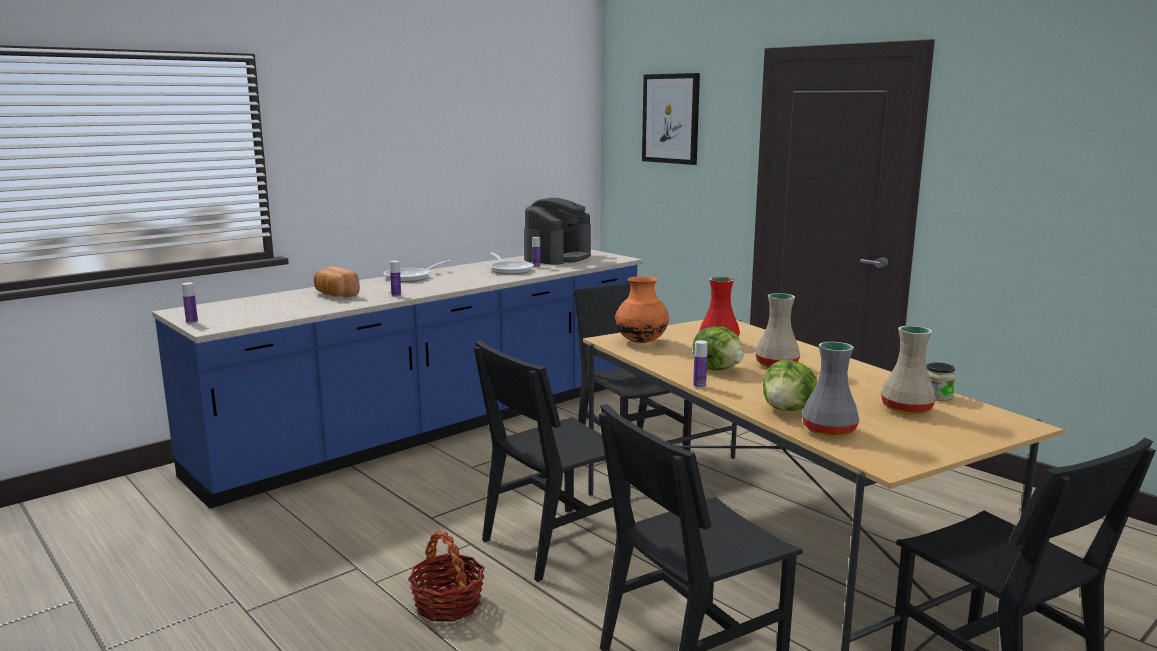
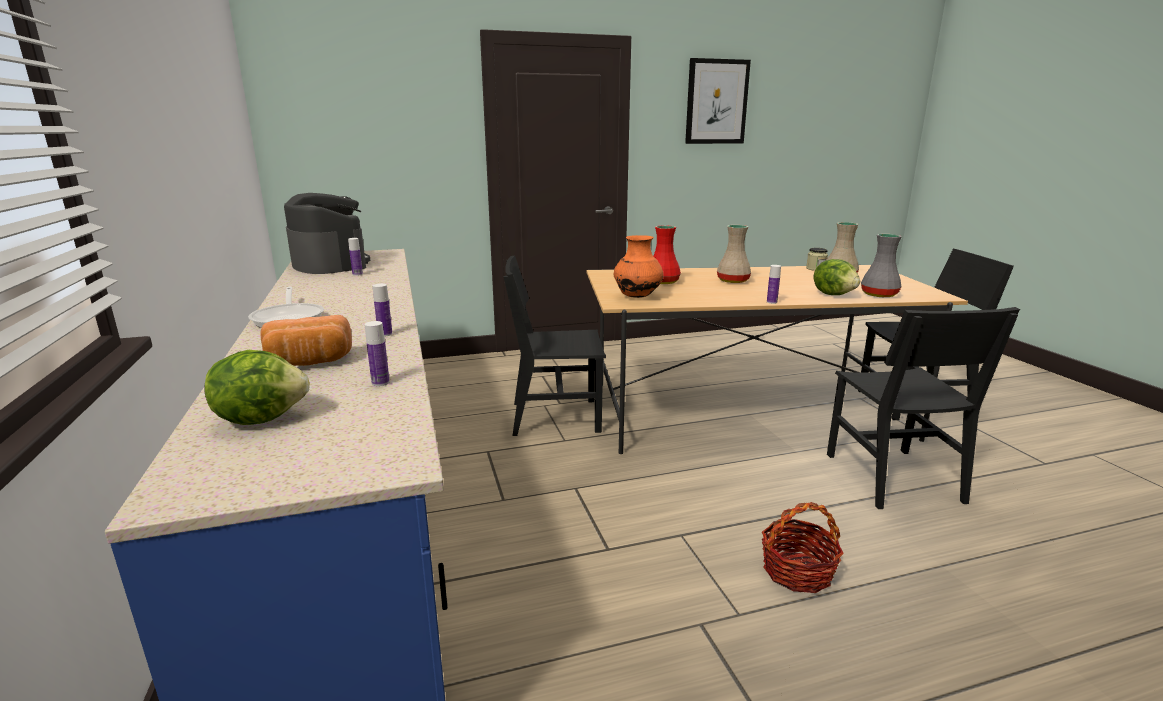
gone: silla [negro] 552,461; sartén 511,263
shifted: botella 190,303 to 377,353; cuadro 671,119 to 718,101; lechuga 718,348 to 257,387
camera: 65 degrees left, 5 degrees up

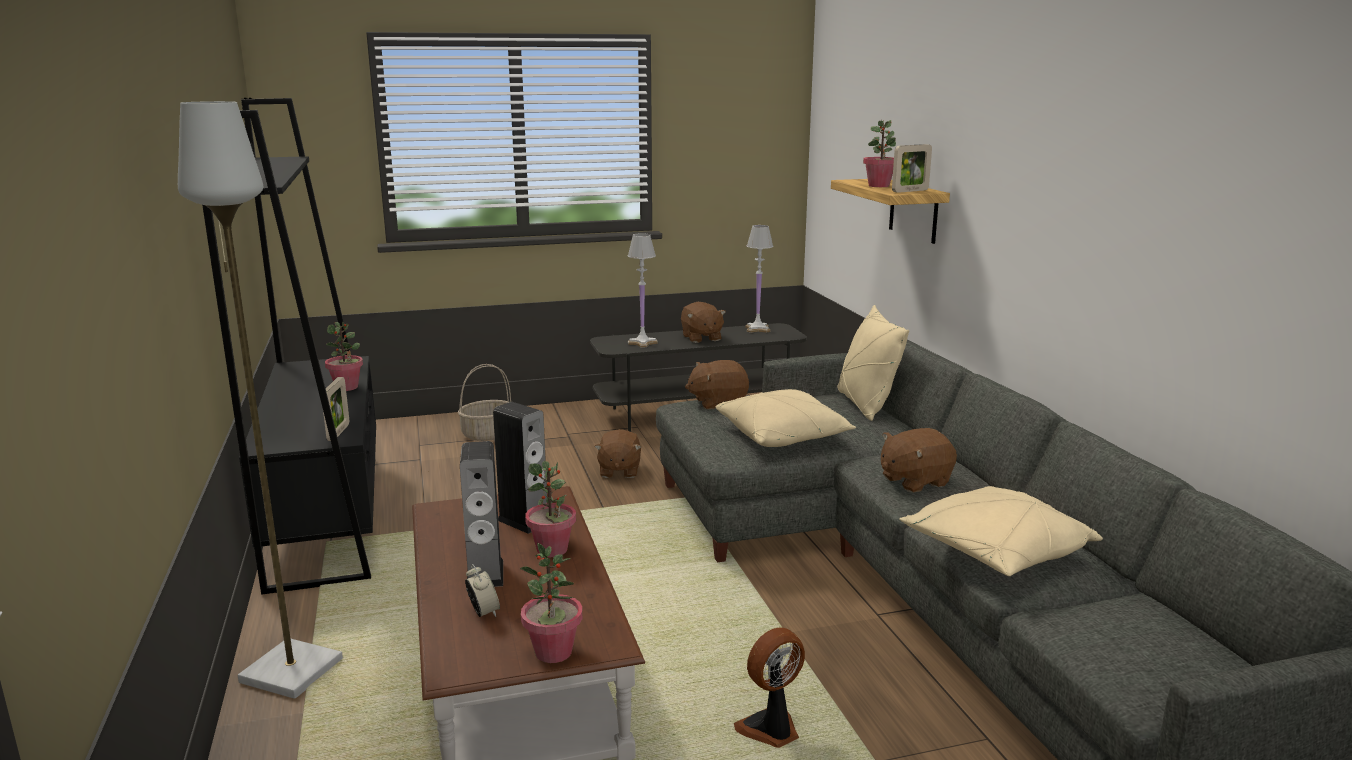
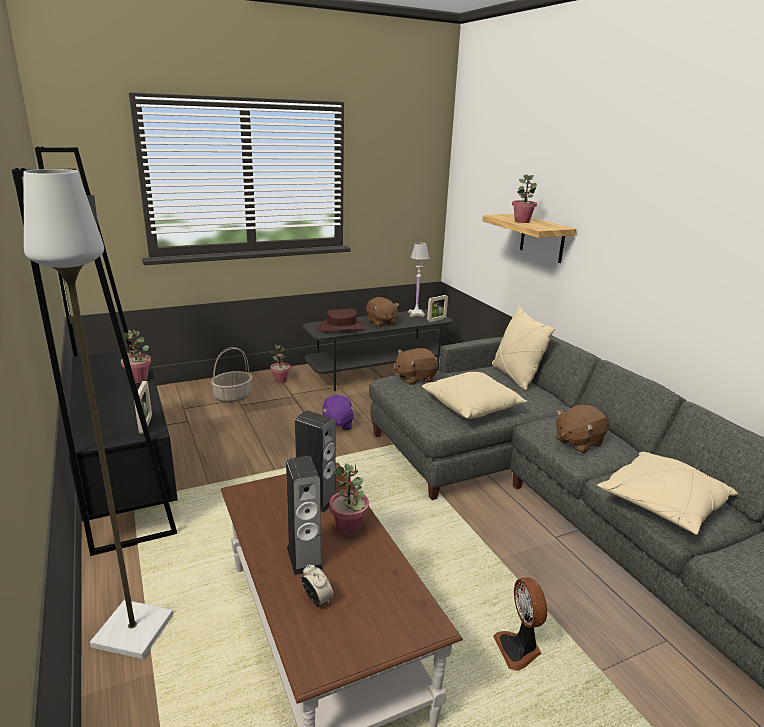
shifted: planta en maceta 551,603 to 280,364; portarretratos 912,168 to 437,308
swapped: lámpara de mesa [blanco] 643,290 to sombrero [marrón] 341,320
repainted: peluche [marrón] 617,453 to peluche [morado] 339,412
rotated: ventilador 769,688 = 520,624 60 degrees counterclockwise
camera: 10 degrees left, 5 degrees up

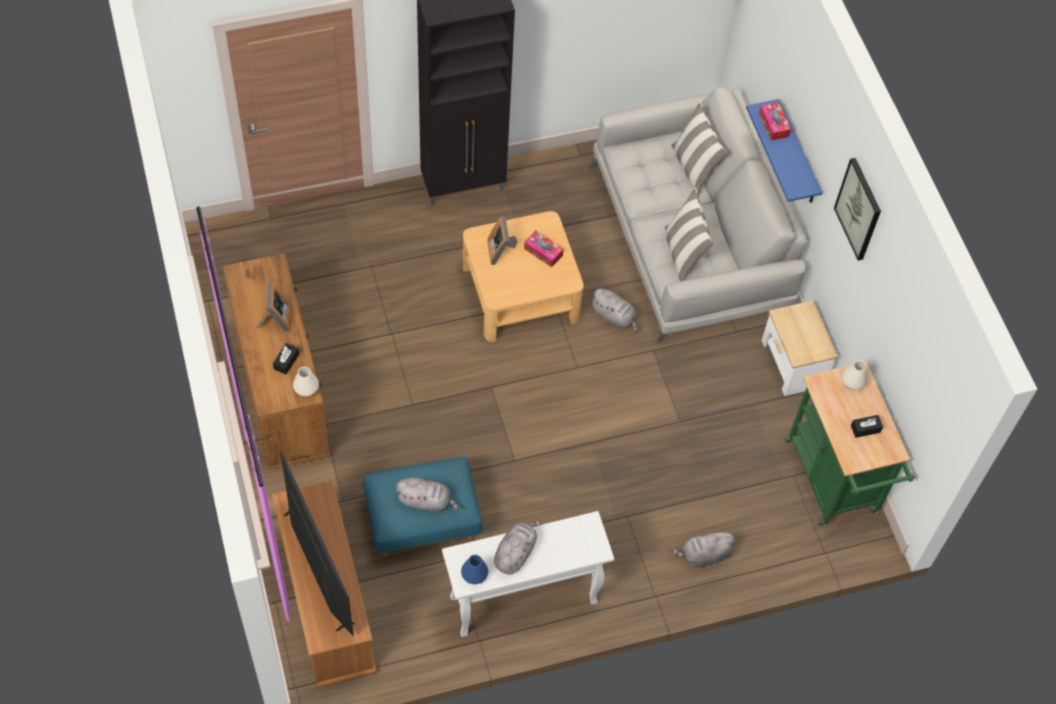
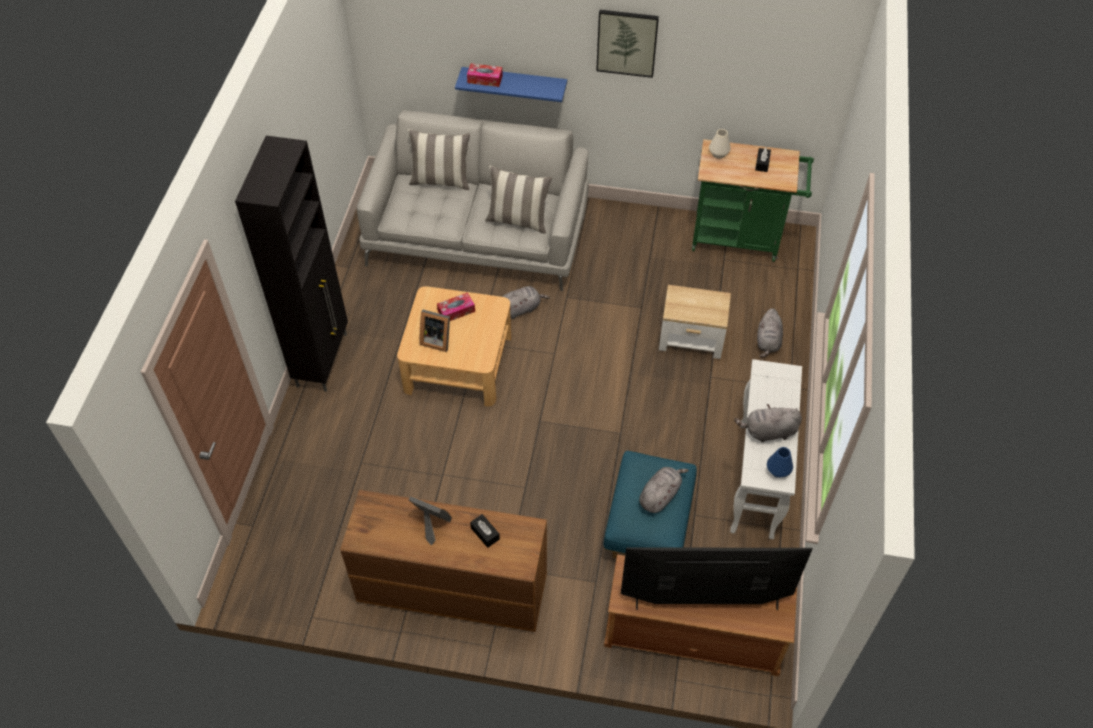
gone: florero [blanco] 306,381
shifted: mesa auxiliar 800,348 to 695,322
rotated: peluche [gris] 518,548 = 768,423 60 degrees counterclockwise
camera: 60 degrees left, 5 degrees down

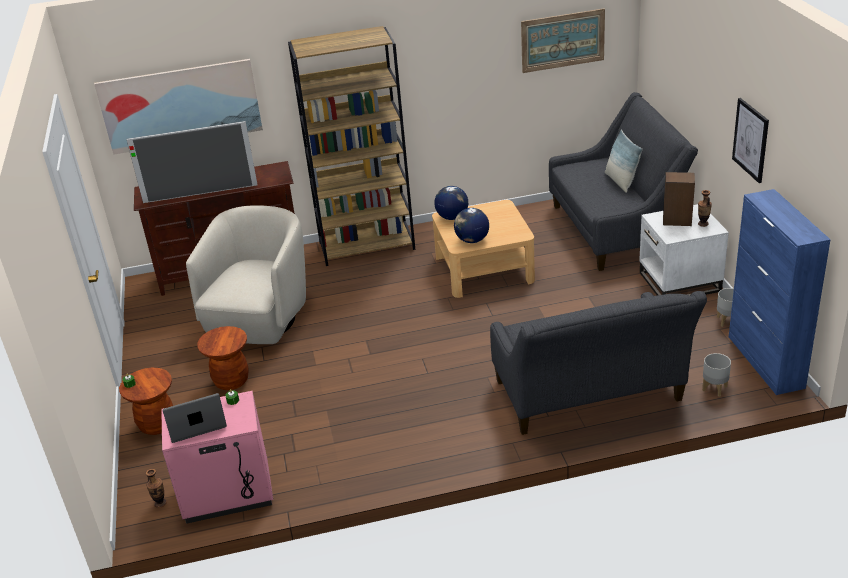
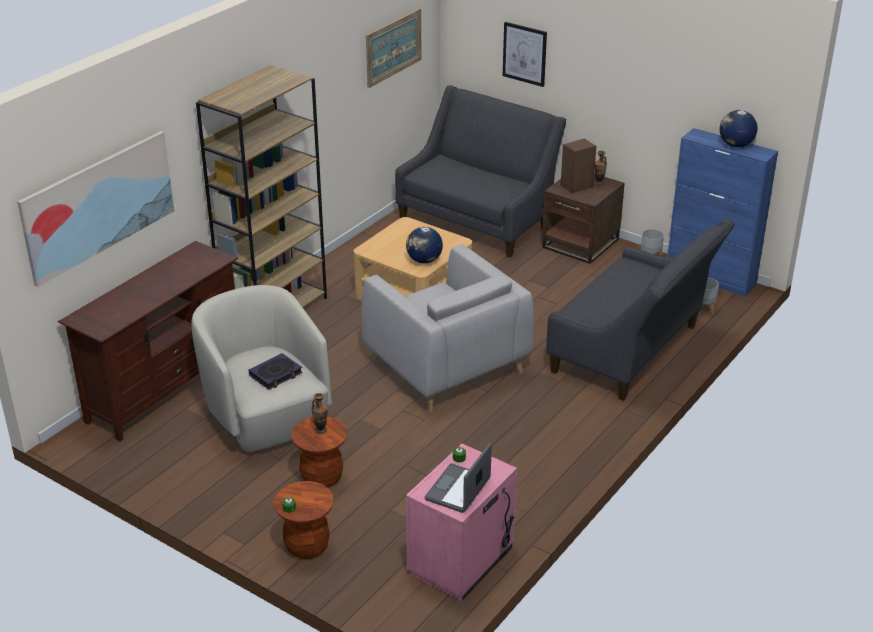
gone: televisor 192,162; cojín 624,161
new: libro 276,371; sillón [gris] 448,328
shifted: florero 156,488 to 319,413; globo terráqueo 451,203 to 738,128; cuadro 750,140 to 525,54
repainted: mesa auxiliar [blanco] 684,249 to mesa auxiliar [marrón] 583,219
camera: 45 degrees left, 0 degrees up

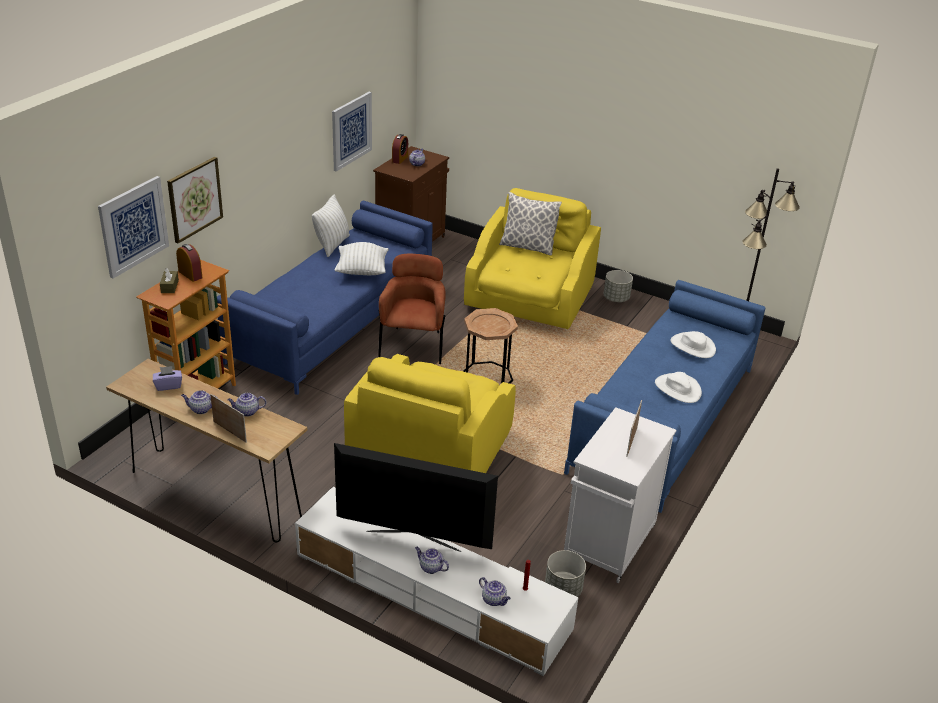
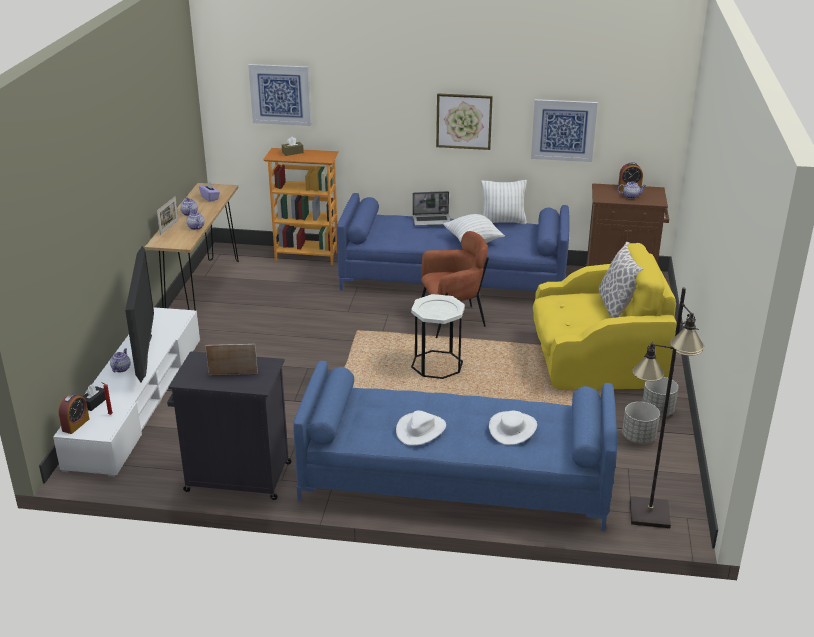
gone: sillón [amarillo] 430,413
new: portátil 432,208
shifted: cuadro 195,200 to 464,121; despertador 189,263 to 73,413; maceta [gris] 565,573 to 641,423
swapped: tetera 495,591 to caja de pañuelos [negro] 94,397
repainted: mesa auxiliar [marrón] 490,346 to mesa auxiliar [blanco] 438,336; armario [blanco] 620,495 to armario [negro] 229,425
camera: 70 degrees right, 5 degrees down

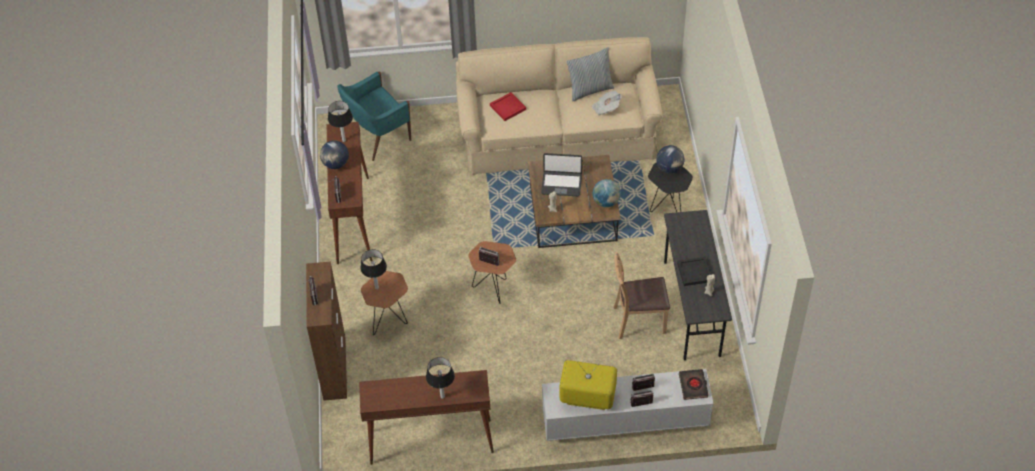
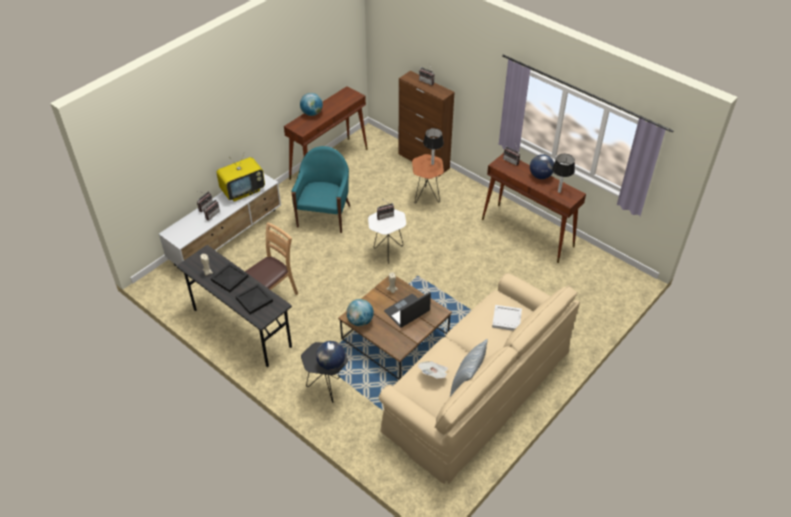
gone: libro [negro] 693,384
new: bandeja [negro] 254,299
shifted: sillón [turquesa] 374,116 to 320,189
swapped: lámpara de mesa 440,378 to globo terráqueo 311,104
repainted: mesa auxiliar [marrón] 492,272 to mesa auxiliar [blanco] 387,236; bandeja [rojo] 508,106 to bandeja [blanco] 507,318
camera: 135 degrees right, 5 degrees down

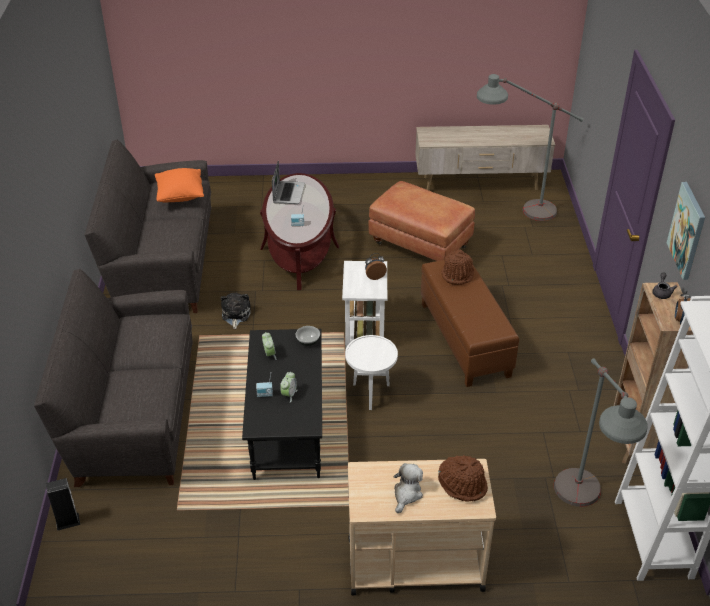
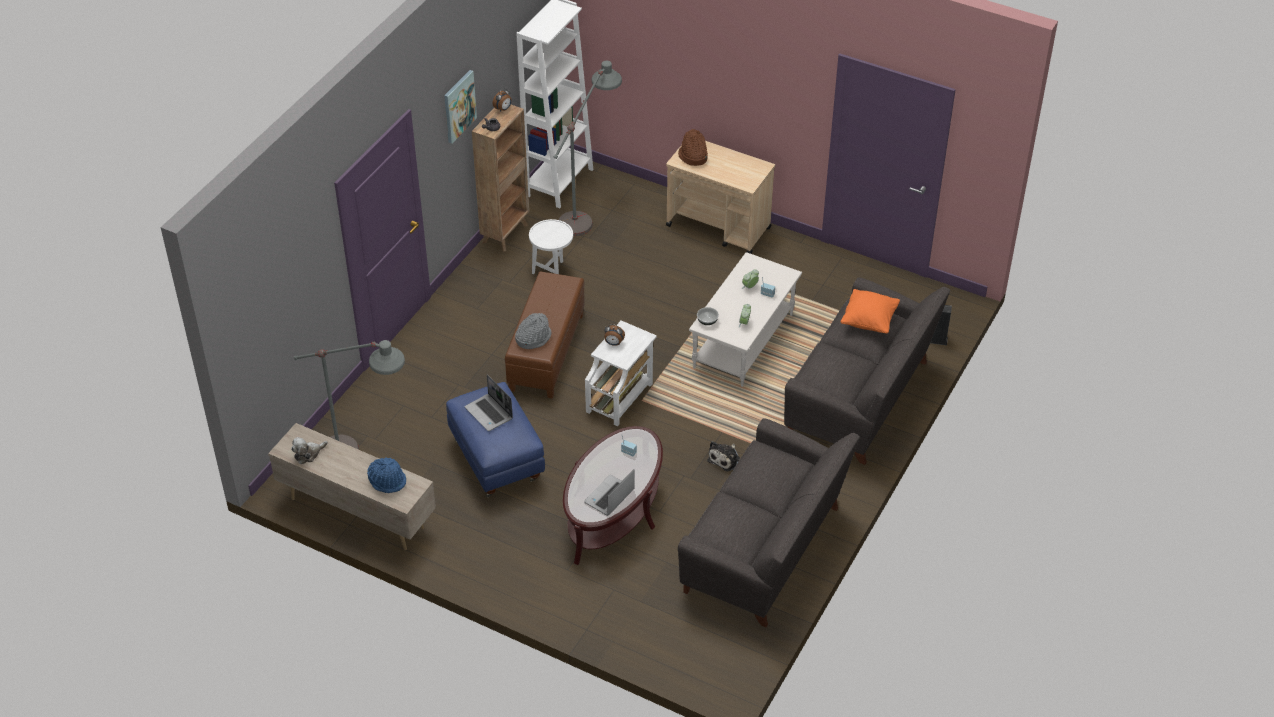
new: sombrero [azul] 386,475; portátil 489,403
shifted: cojín [naranja] 179,185 to 870,311; mesa auxiliar [blanco] 371,372 to 551,246; peluche 408,488 to 309,450
repainted: mesa de centro [negro] 282,404 to mesa de centro [blanco] 745,319; puf [marrón] 421,221 to puf [azul] 495,439; sombrero [marrón] 457,267 to sombrero [gris] 533,331
camera: 150 degrees left, 5 degrees up

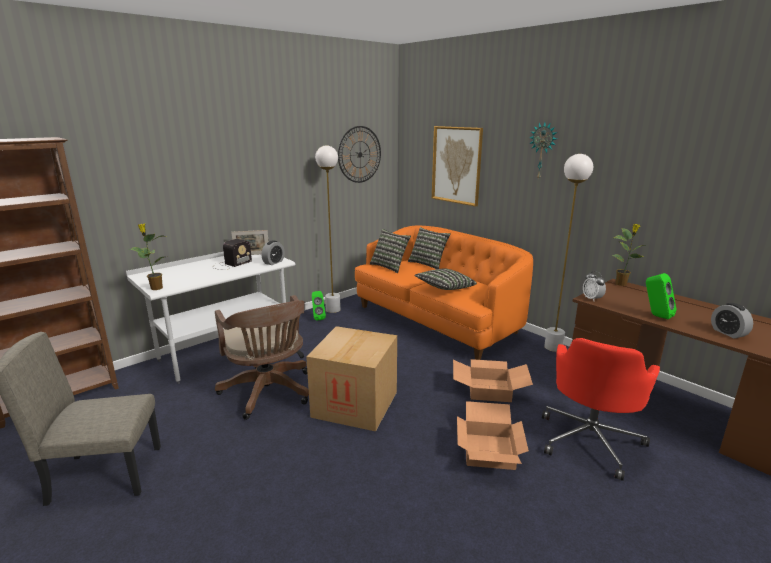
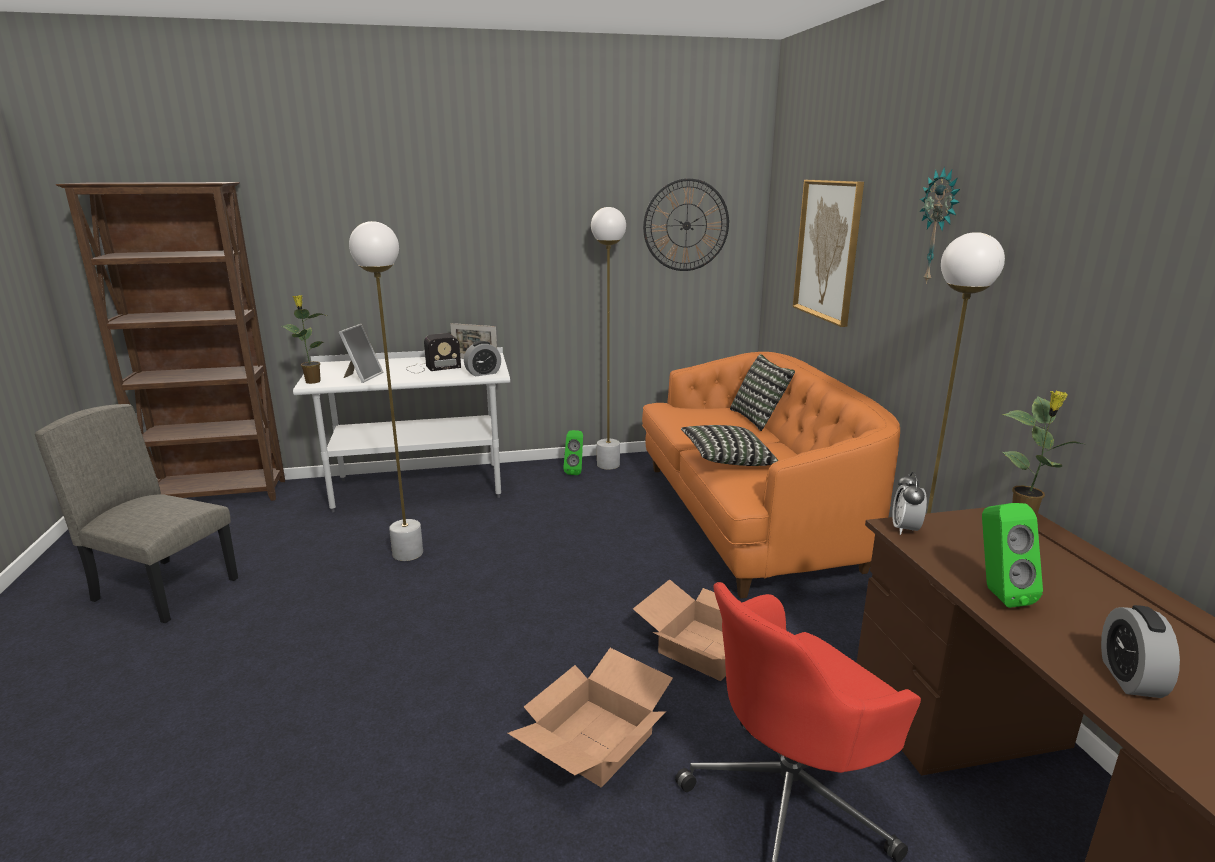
gone: caja de cartón 351,379; cojín 390,251
new: portarretratos 360,353
swapped: silla de oficina [marrón] 262,357 to lámpara de pie [blanco] 386,391
camera: 30 degrees right, 0 degrees up

